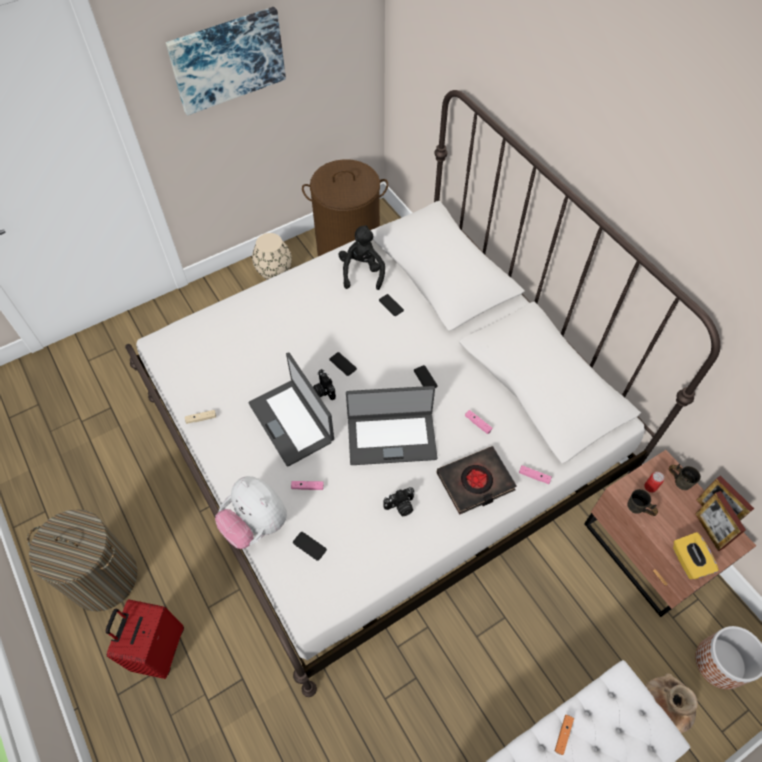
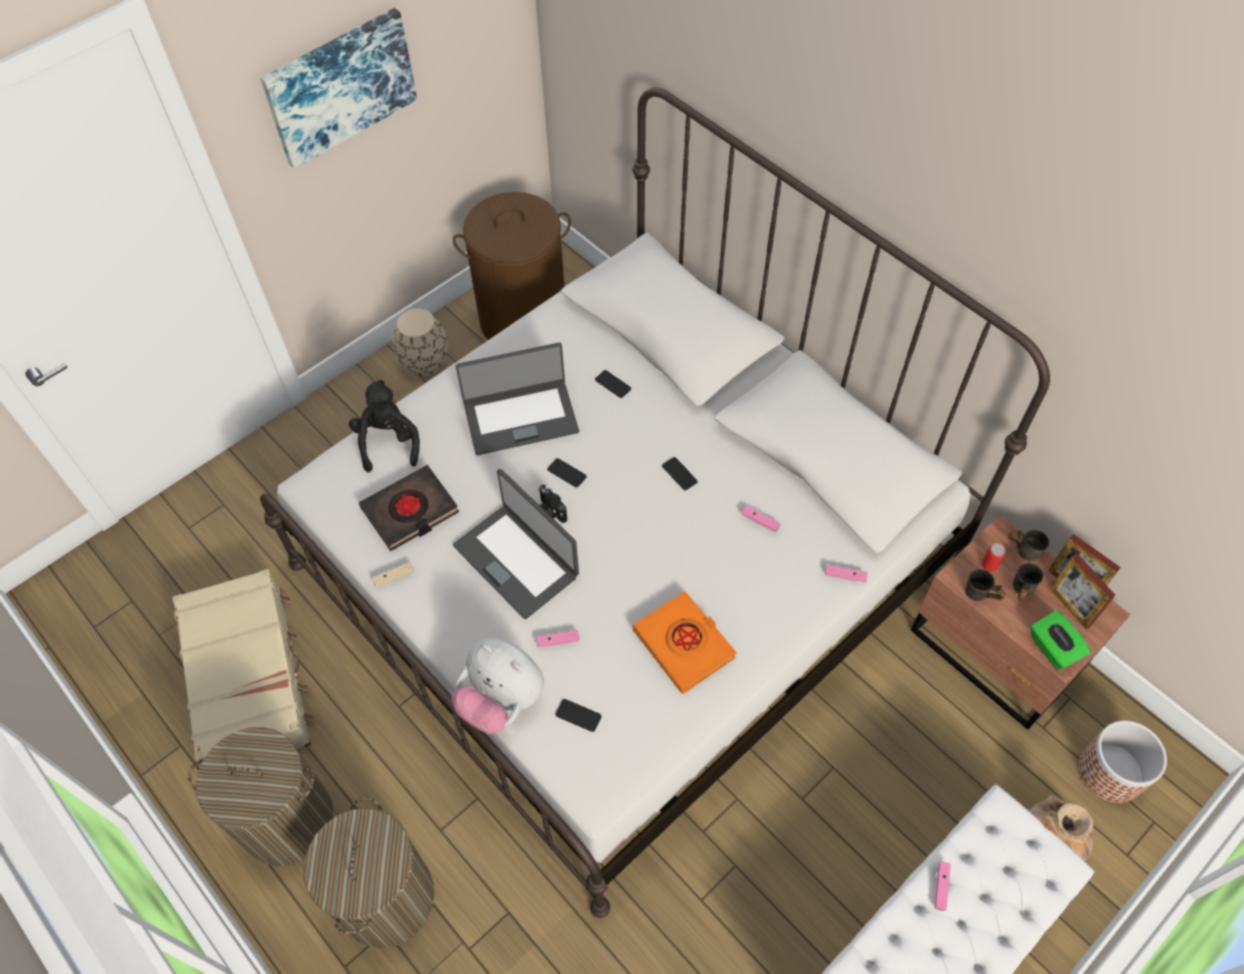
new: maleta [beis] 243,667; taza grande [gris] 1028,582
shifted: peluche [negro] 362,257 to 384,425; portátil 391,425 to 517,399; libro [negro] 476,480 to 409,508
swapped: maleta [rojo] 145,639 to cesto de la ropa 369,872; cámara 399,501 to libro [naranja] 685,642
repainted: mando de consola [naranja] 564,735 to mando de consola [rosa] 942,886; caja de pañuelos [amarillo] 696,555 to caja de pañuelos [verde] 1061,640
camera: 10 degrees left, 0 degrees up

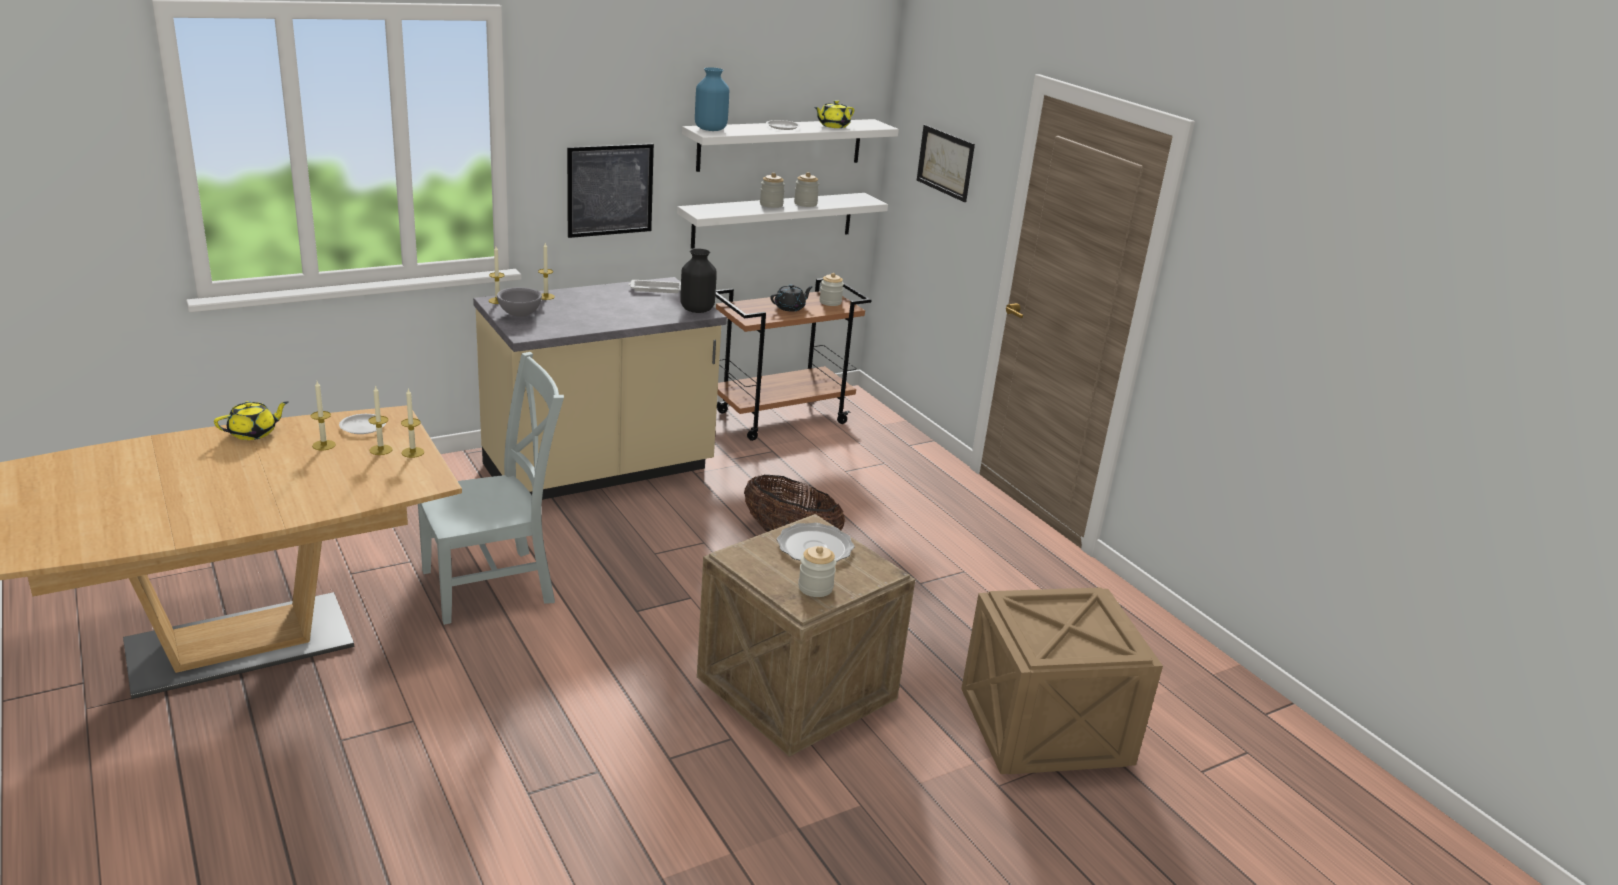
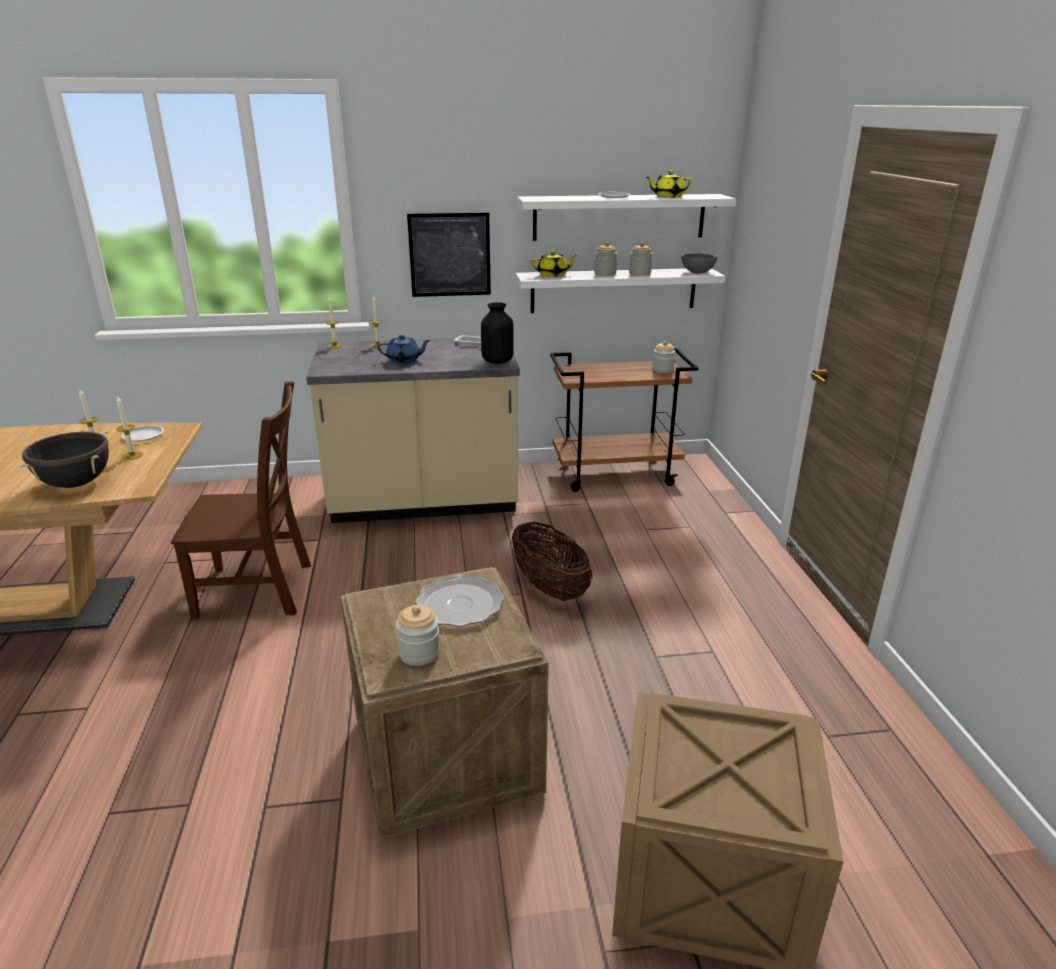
gone: vela 412,423; florero [azul] 712,99; tetera [negro] 792,298; cuadro 946,163
new: olla [negro] 64,459; tetera [azul] 404,349
shifted: tetera [amarillo] 251,420 to 554,264; cuenco [gris] 519,302 to 699,263
repainted: silla [gris] 491,488 to silla [marrón] 241,500
camera: 25 degrees right, 0 degrees up

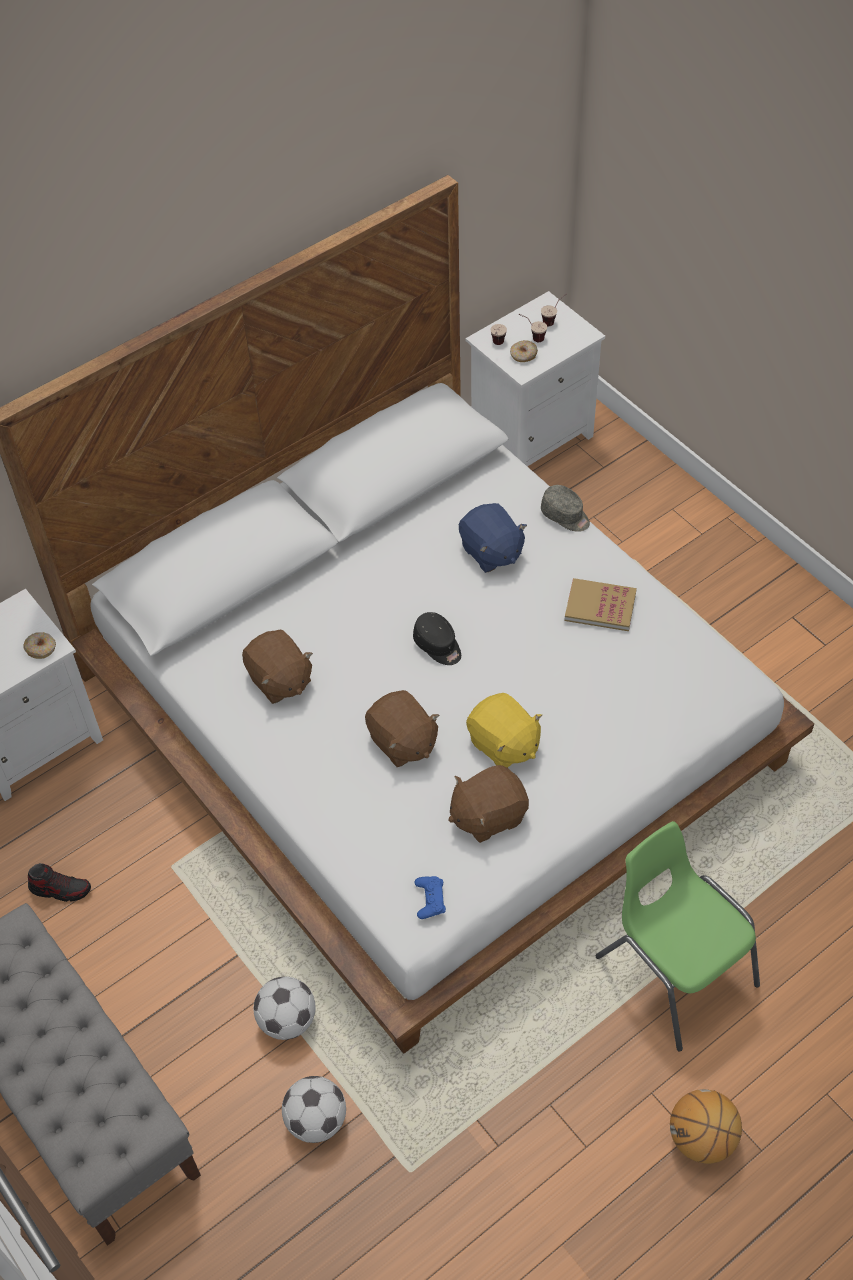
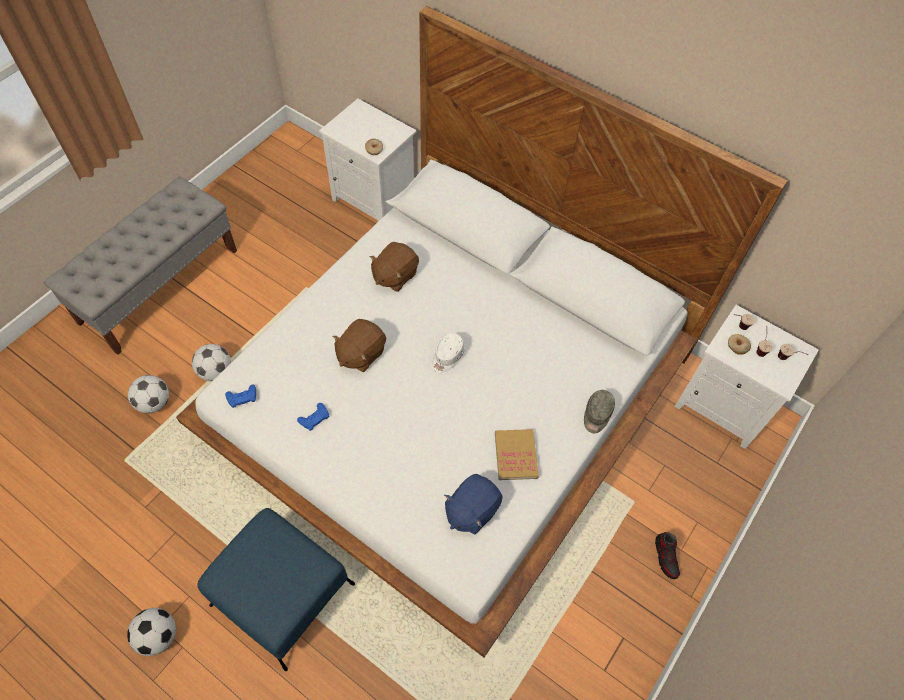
gone: peluche [amarillo] 504,730
shifted: zapato 59,882 to 667,555; peluche [azul] 493,538 to 473,504
swapped: peluche [marrón] 488,804 to mando de consola [azul] 313,417; silla [verde] 678,936 to puf [azul] 276,589; balón de baloncesto 706,1126 to balón de fútbol 151,632
repainted: gorra [negro] 437,638 to gorra [blanco] 448,353
camera: 70 degrees right, 5 degrees up

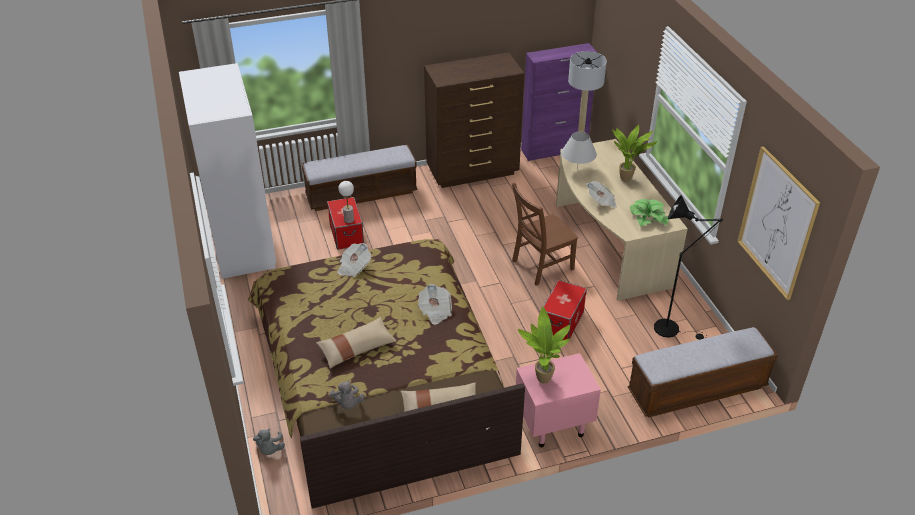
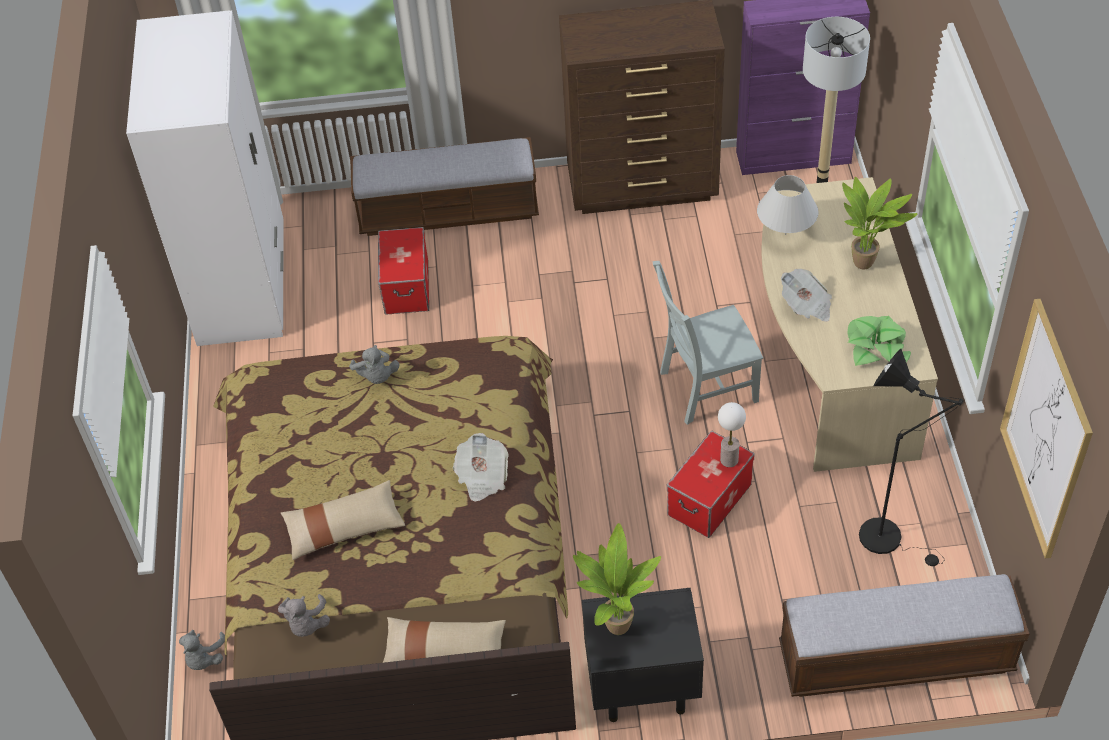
shifted: lámpara de mesa 346,202 to 732,434
swapped: periódico 354,260 to peluche [gris] 374,364
repainted: silla [marrón] 544,234 to silla [gris] 708,343; mesita de noche [rosa] 558,400 to mesita de noche [negro] 643,655
camera: 15 degrees right, 10 degrees up

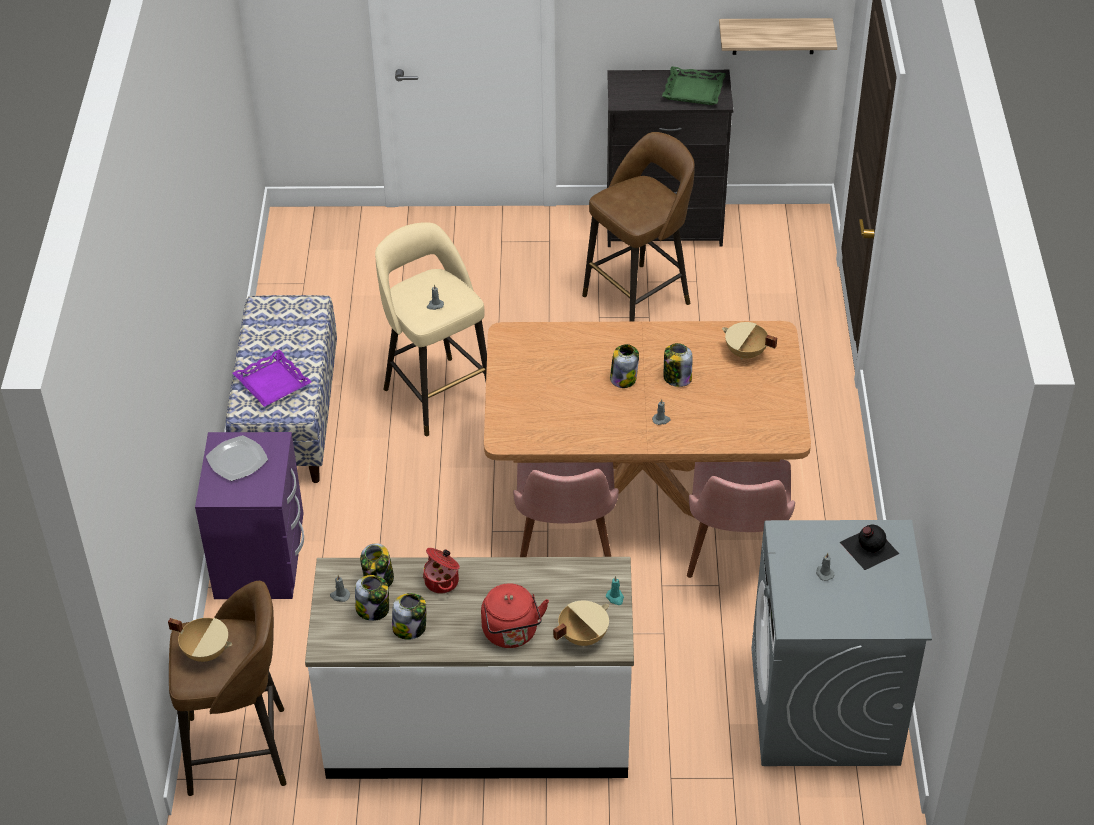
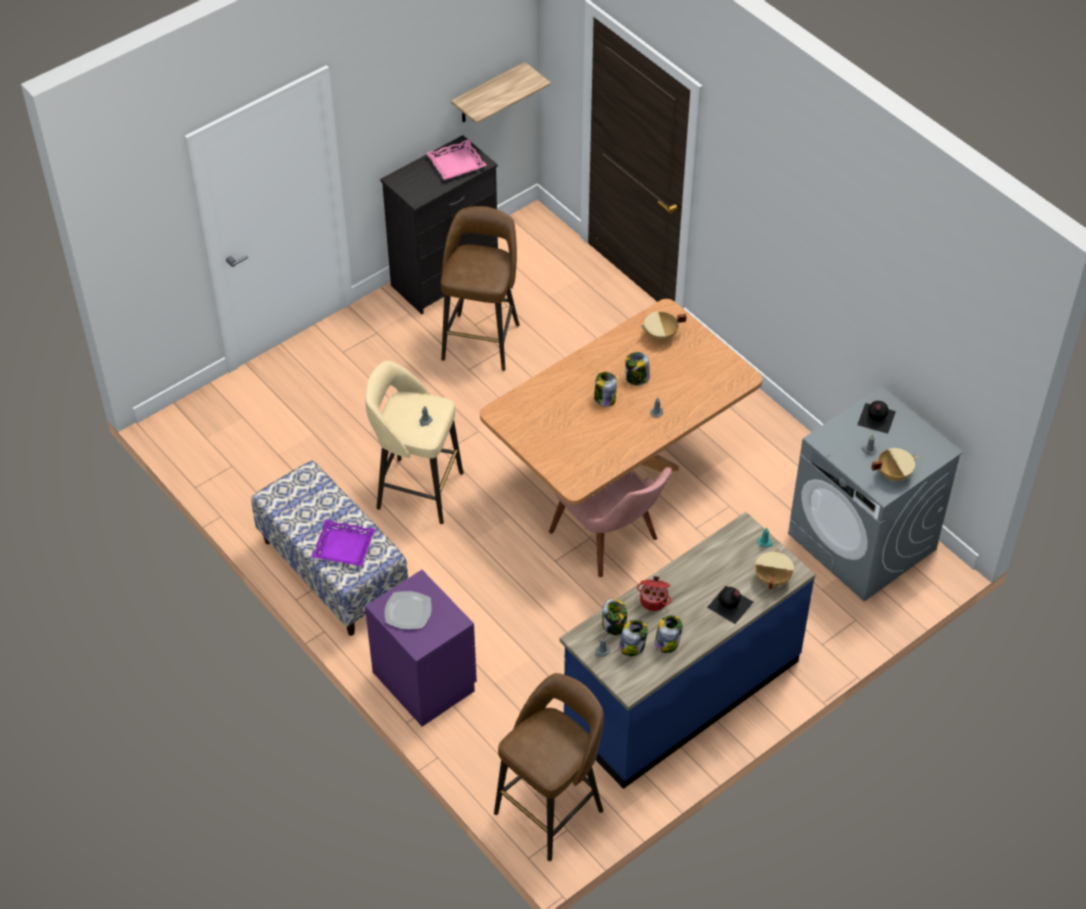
gone: silla [rosa] 741,518
shifted: olla [beis] 200,640 to 894,464
swapped: hervidor [rojo] 515,615 to botella [negro] 730,605
repainted: mueble bajo de cocina [blanco] 469,668 to mueble bajo de cocina [azul] 687,650; bandeja [verde] 694,85 to bandeja [rosa] 456,159
camera: 40 degrees left, 5 degrees up

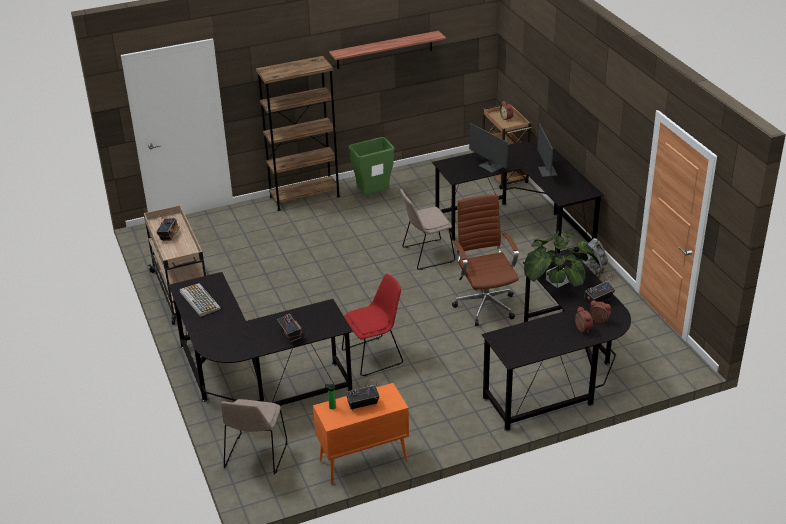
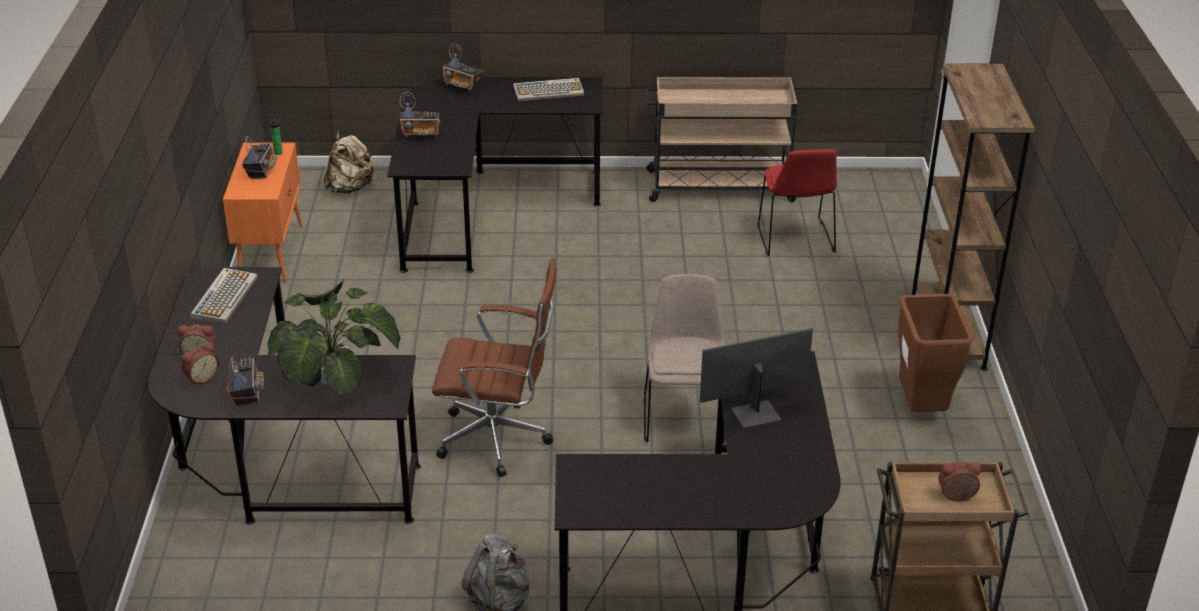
gone: estante 387,50; monitor 547,150
new: teclado 224,295
shifted: radio 168,228 to 463,67; silla [rojo] 372,325 to 797,203
swapped: silla [beis] 254,436 to mochila [beis] 349,162
repainted: papelera [verde] 371,166 to papelera [marrón] 935,353
camera: 110 degrees right, 0 degrees up

